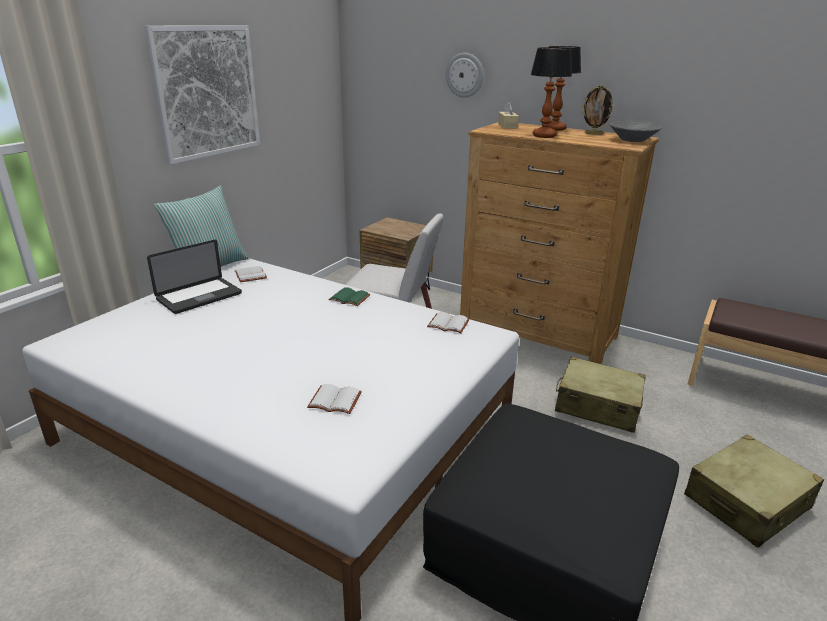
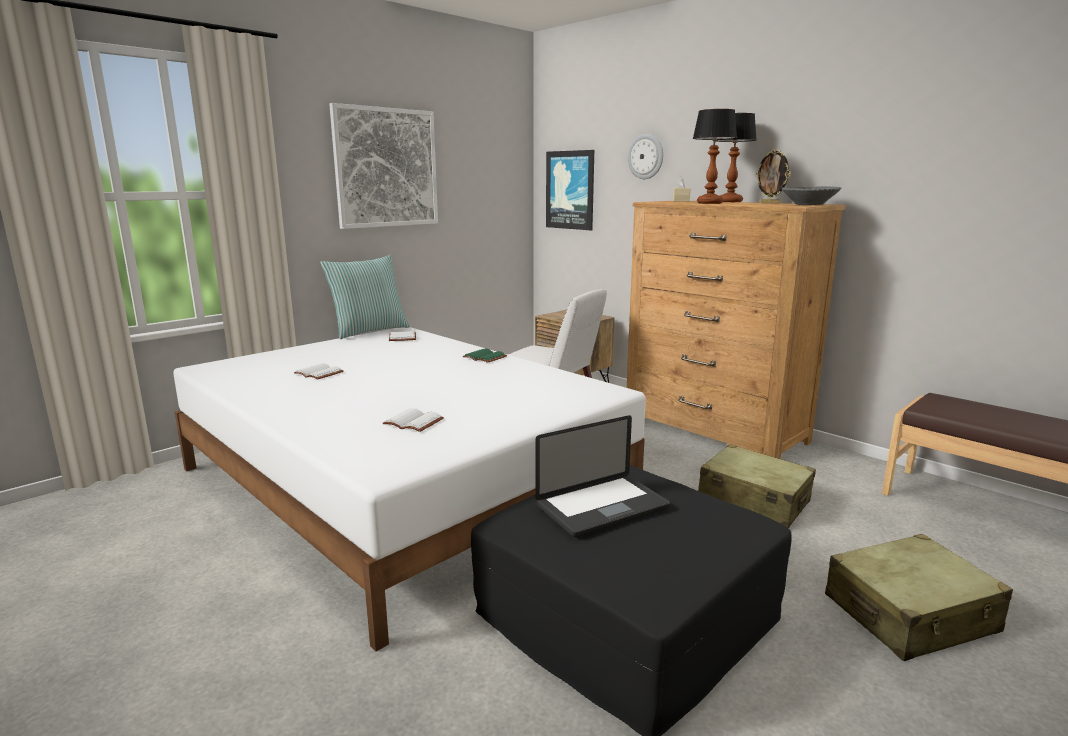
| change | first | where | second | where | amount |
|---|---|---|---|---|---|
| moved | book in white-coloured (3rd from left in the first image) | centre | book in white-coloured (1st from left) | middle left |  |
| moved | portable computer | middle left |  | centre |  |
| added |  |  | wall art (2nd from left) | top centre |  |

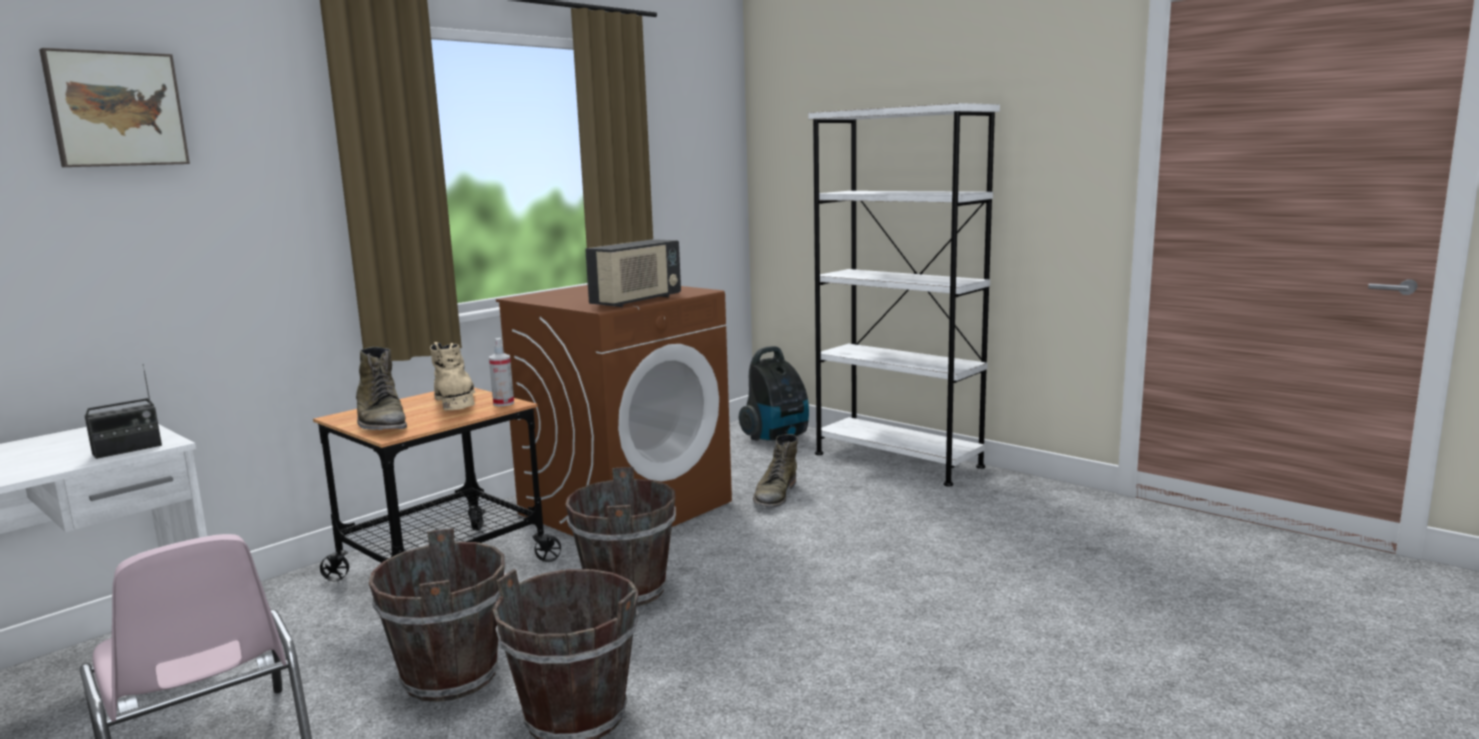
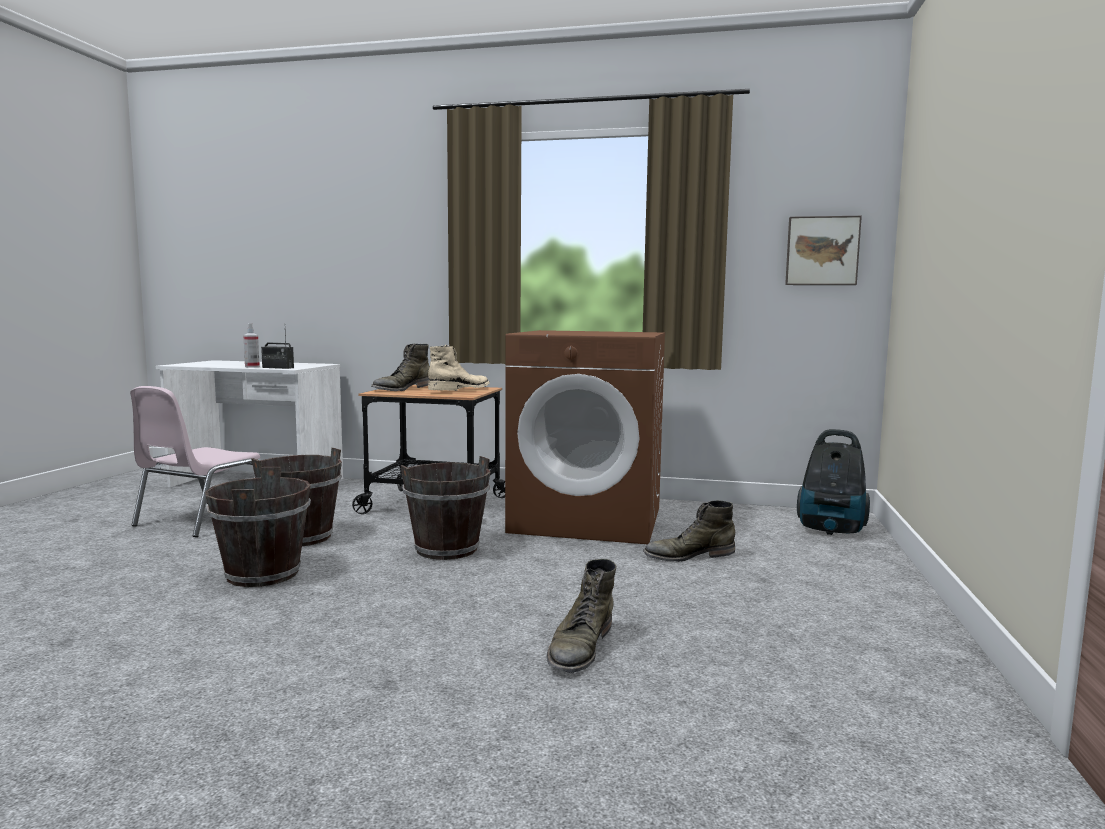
| change | first | where | second | where | amount |
|---|---|---|---|---|---|
| moved | hand sprayer | centre |  | middle left |  |
| added |  |  | tall boot in green (2nd from left) | bottom centre |  |
| moved | wall art | top left |  | top right |  |
| removed | radio receiver (2nd from left) | centre |  |  |  |
| removed | bookcase in white-coloured | centre |  |  |  |

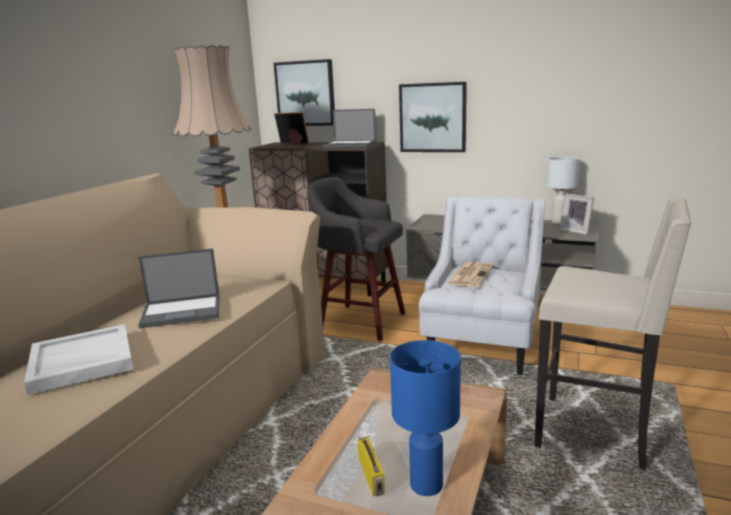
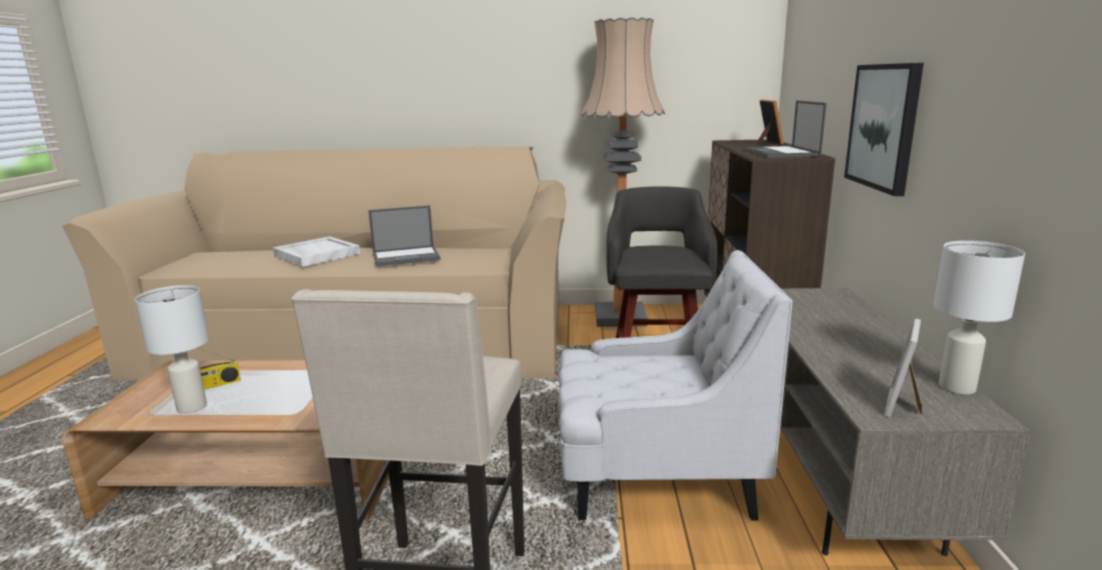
| change | first | where | second | where | amount |
|---|---|---|---|---|---|
| recoloured | table lamp in bluish | bottom centre | table lamp in white-coloured (1st from left) | middle left |  |
| turned | portable computer (1st from left) | middle left |  | centre | 75 degrees counterclockwise |
| removed | wall art (1st from left) | top centre |  |  |  |
| removed | newspaper | centre |  |  |  |

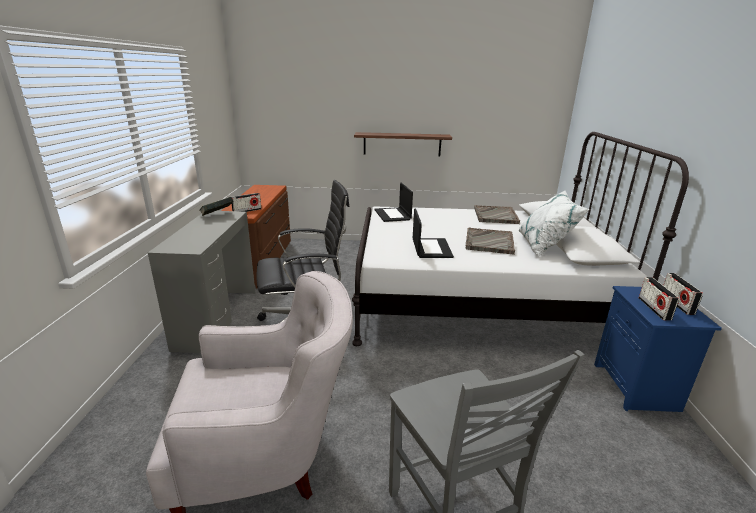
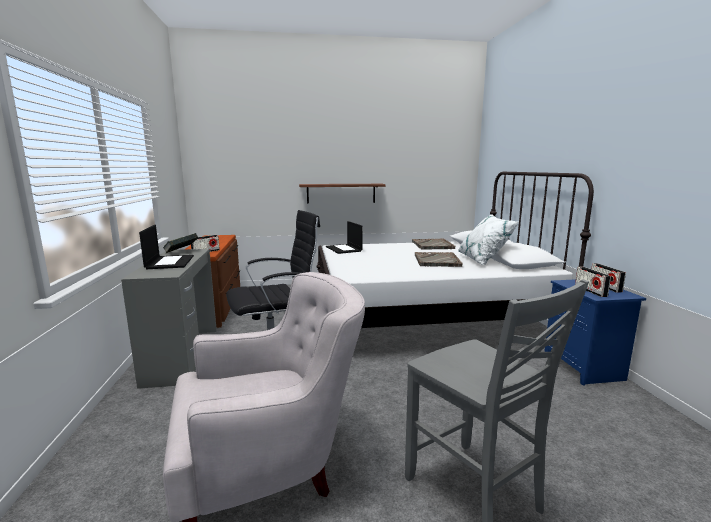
| change | first | where | second | where | amount |
|---|---|---|---|---|---|
| moved | portable computer (2nd from left in the first image) | centre | portable computer (1st from left) | middle left |  |

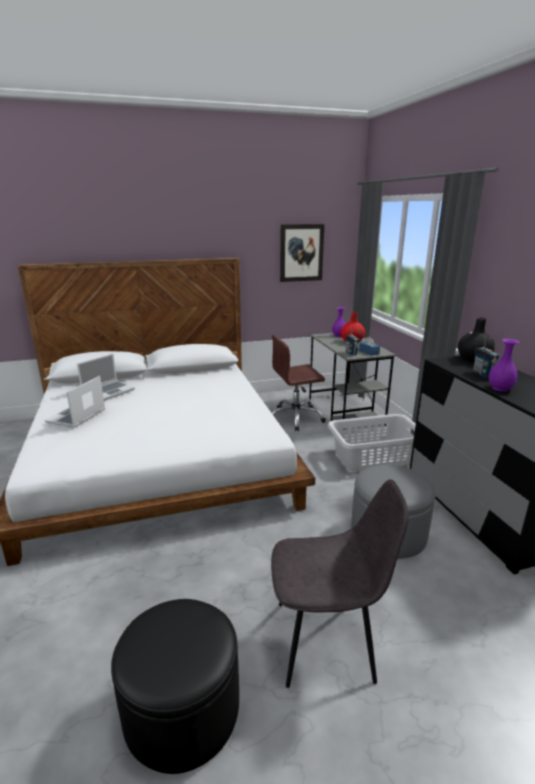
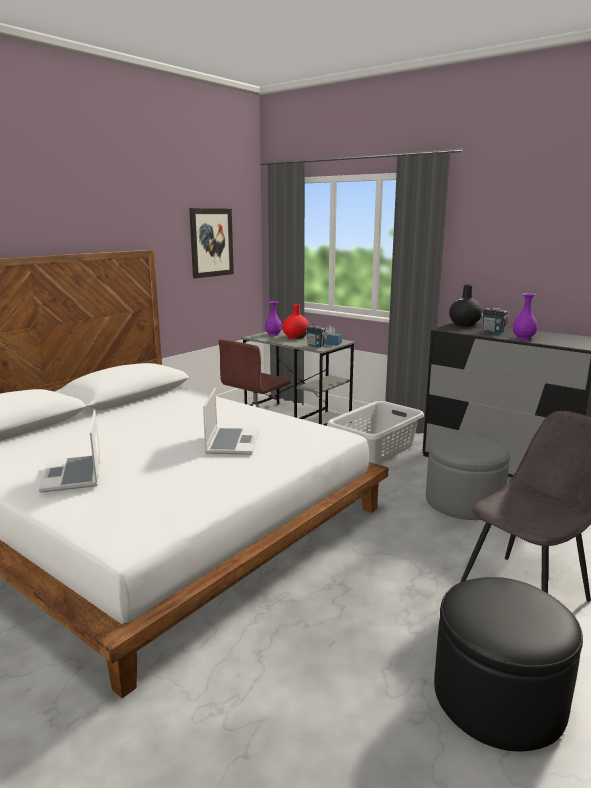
| change | first | where | second | where | amount |
|---|---|---|---|---|---|
| moved | portable computer (2nd from left) | middle left |  | centre |  |

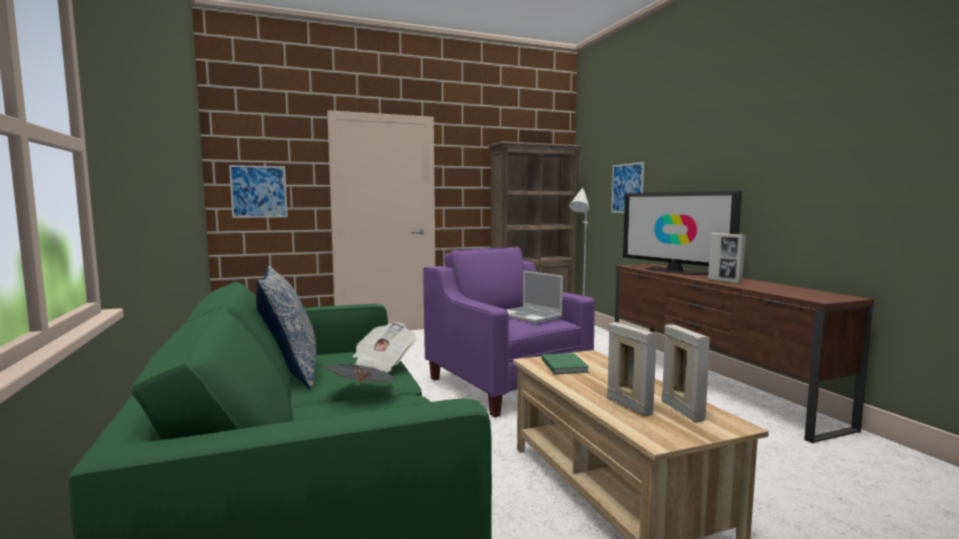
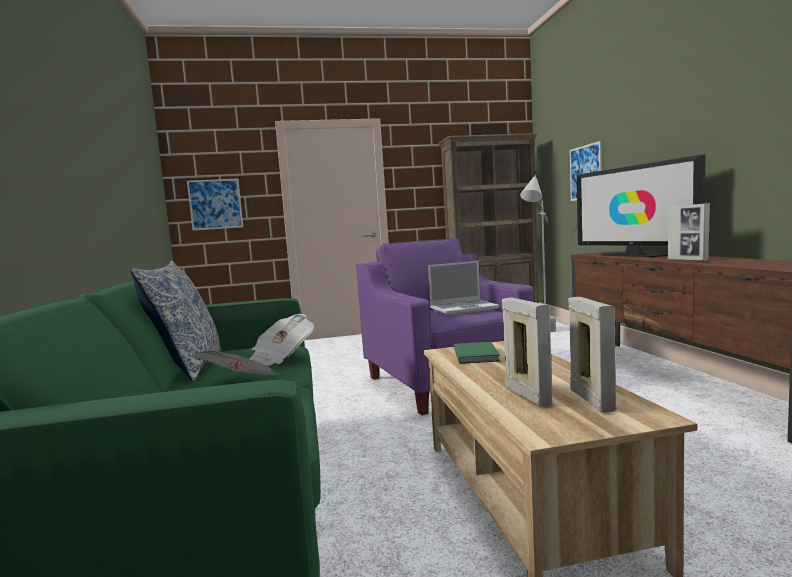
| change | first | where | second | where | amount |
|---|---|---|---|---|---|
| turned | portable computer | centre |  | centre | 75 degrees counterclockwise |

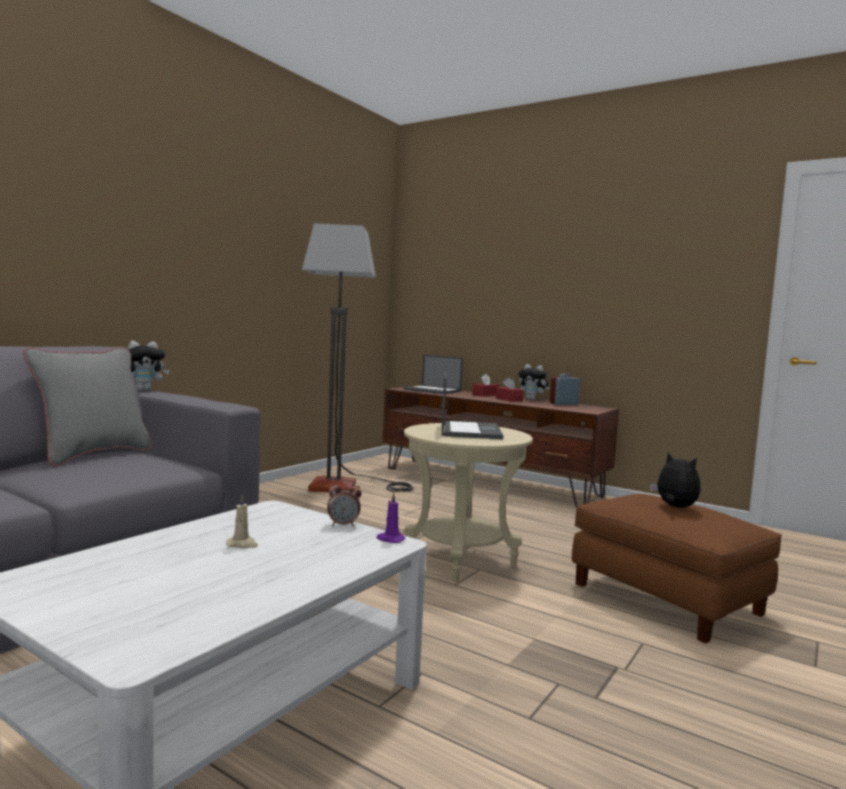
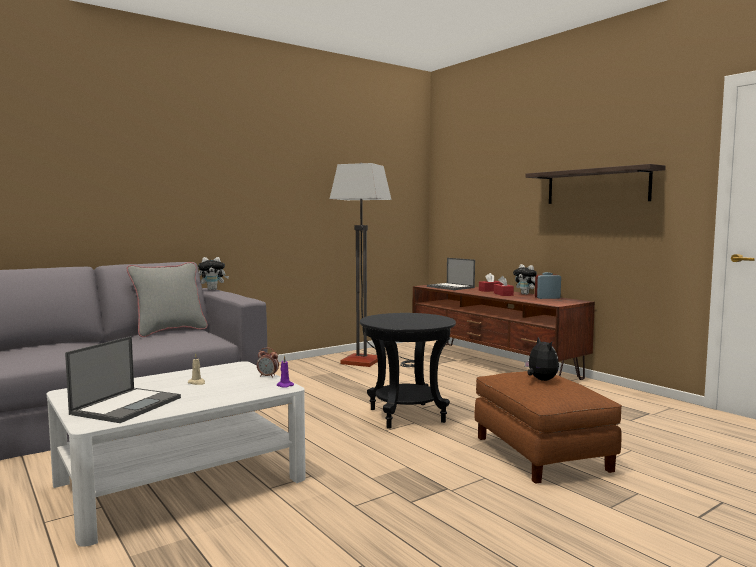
| change | first | where | second | where | amount |
|---|---|---|---|---|---|
| moved | portable computer (2nd from left in the first image) | centre | portable computer (1st from left) | bottom left |  |
| recoloured | accent table in beige-coloured | centre | accent table in black-coloured | centre |  |
| added |  |  | wall shelf | top right |  |

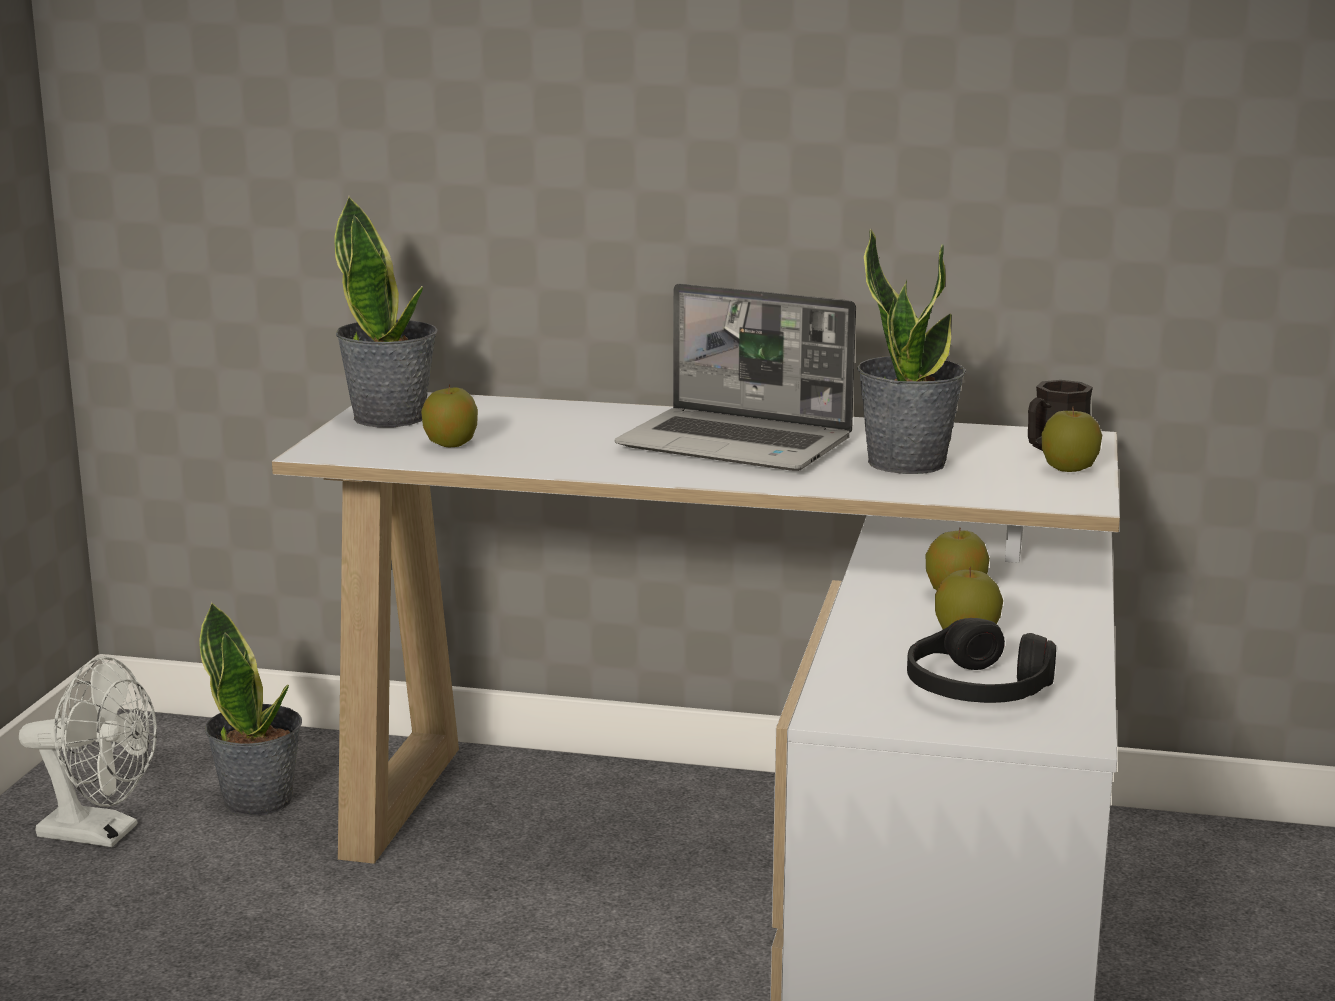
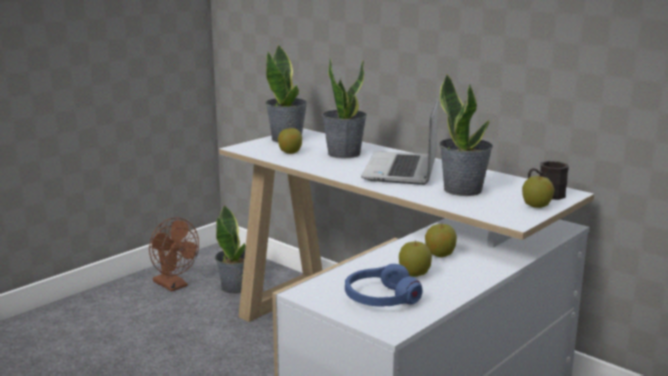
| change | first | where | second | where | amount |
|---|---|---|---|---|---|
| recoloured | electric fan in white-coloured | bottom left | electric fan in brown-coloured | bottom left |  |
| added |  |  | plant in a pot (3rd from left) | top centre |  |
| recoloured | headset in black-coloured | middle right | headset in bluish | bottom centre |  |
| turned | portable computer | centre |  | centre | 45 degrees clockwise |

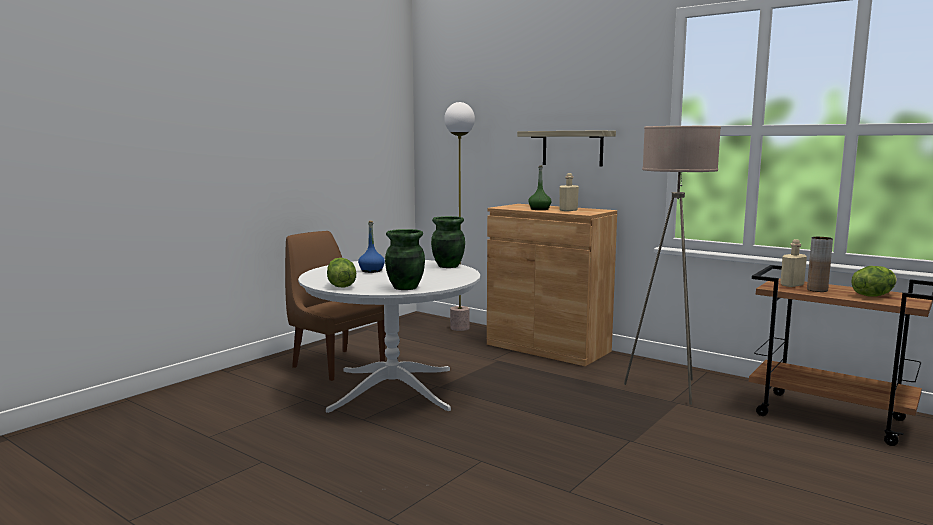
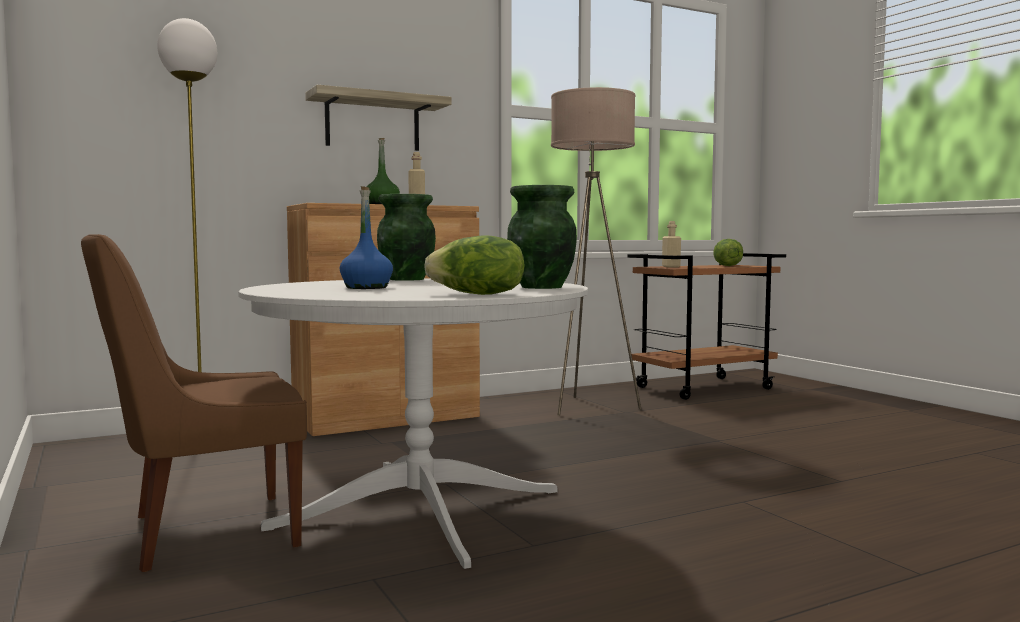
| change | first | where | second | where | amount |
|---|---|---|---|---|---|
| removed | flower vase in brown-coloured | middle right |  |  |  |

